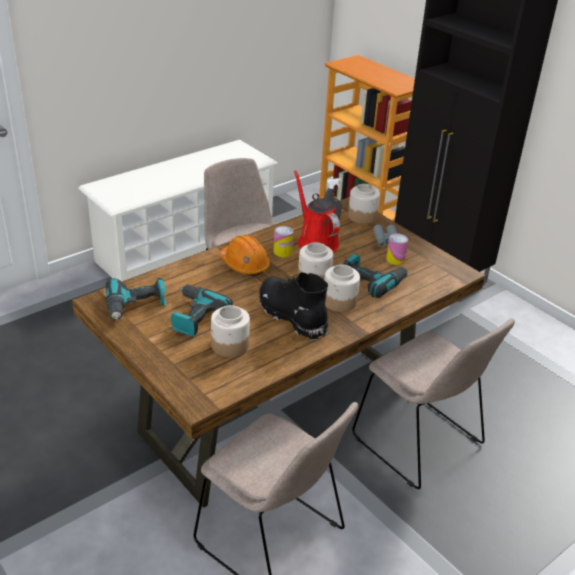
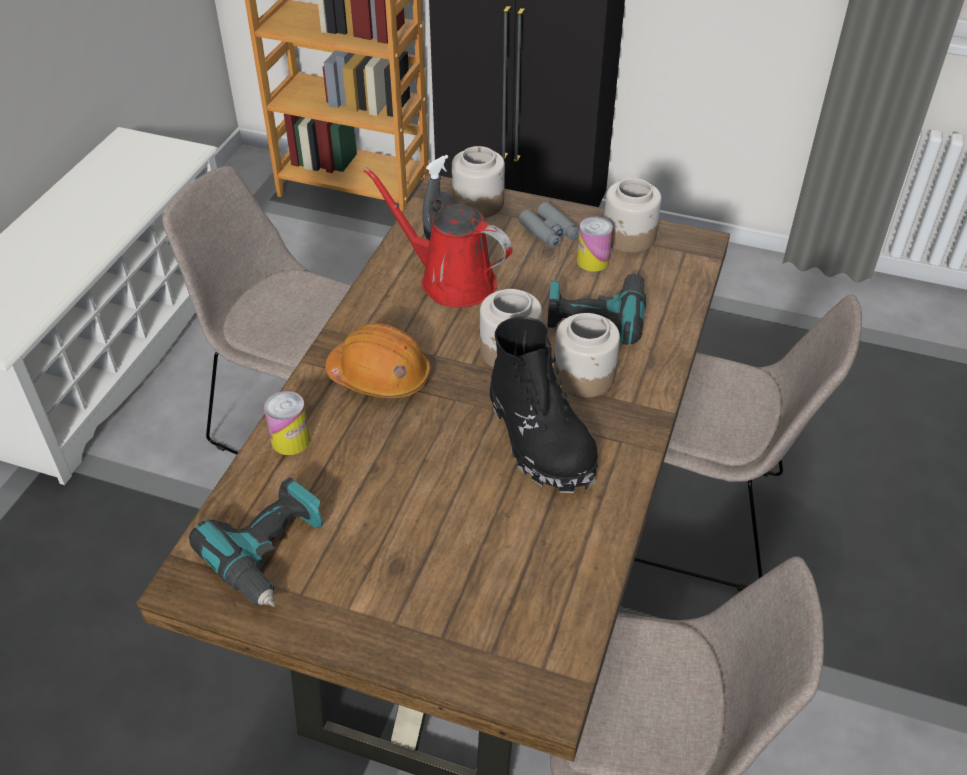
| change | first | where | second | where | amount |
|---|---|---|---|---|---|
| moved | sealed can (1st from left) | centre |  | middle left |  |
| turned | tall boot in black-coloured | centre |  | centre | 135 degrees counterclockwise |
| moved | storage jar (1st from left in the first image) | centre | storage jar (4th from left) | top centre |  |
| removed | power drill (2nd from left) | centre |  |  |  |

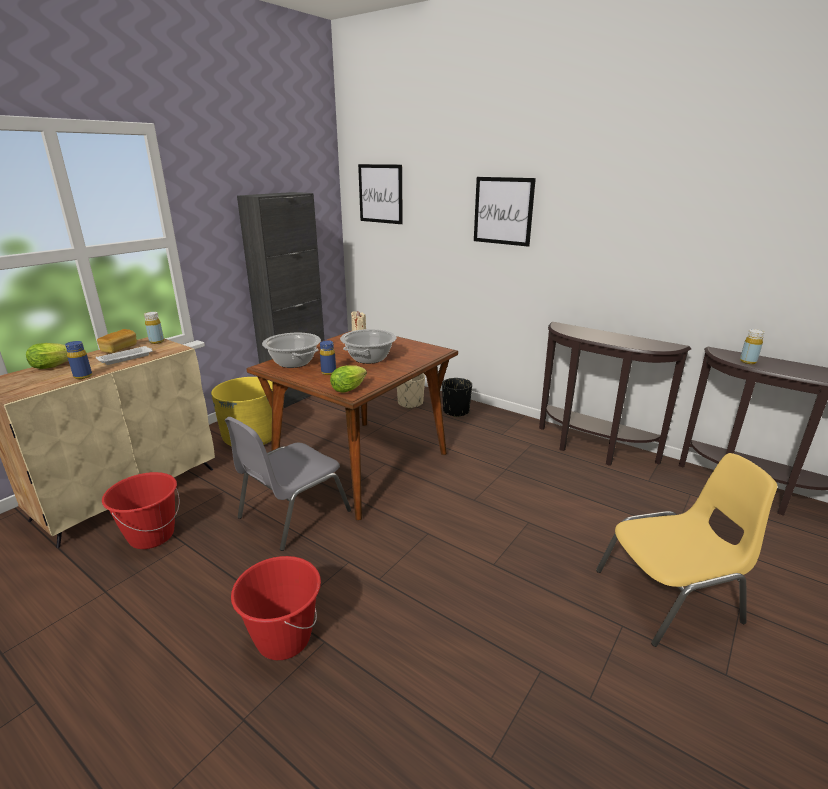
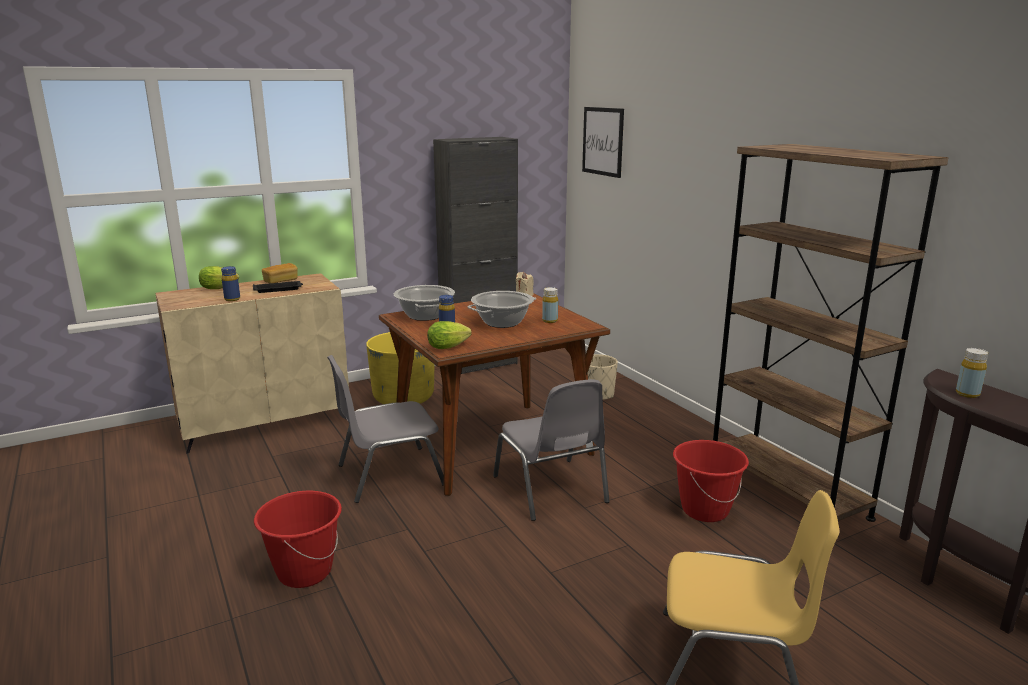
| change | first | where | second | where | amount |
|---|---|---|---|---|---|
| recoloured | tray in white-coloured | middle left | tray in black-coloured | middle left |  |
| added |  |  | chair in gray (2nd from left) | centre |  |
| moved | drink bottle in yellow-coloured (1st from left) | middle left |  | centre |  |
| moved | bucket in reddish (1st from left in the first image) | middle left | bucket in reddish (2nd from left) | bottom right |  |
| replaced | narrow table in brown-coloured (1st from left) | middle right | bookcase in brown-coloured | middle right |  |
| removed | plant pot in black-coloured | centre |  |  |  |
| removed | wall art (2nd from left) | top centre |  |  |  |

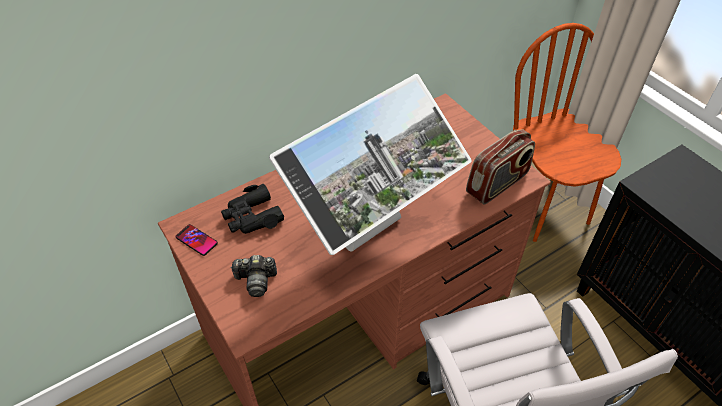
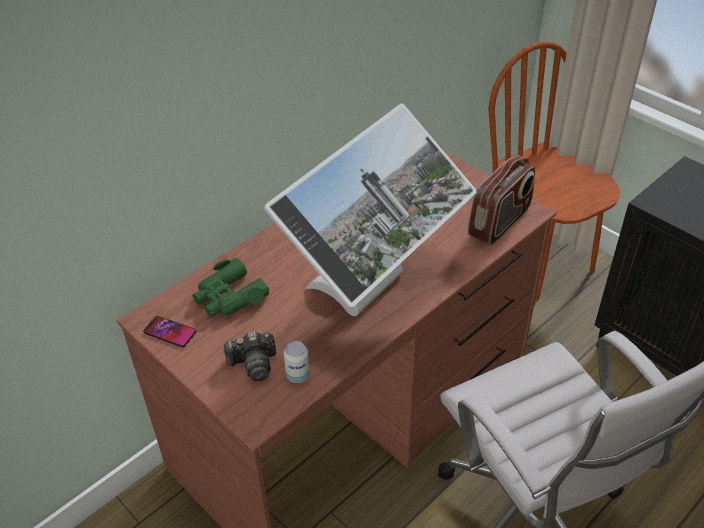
| change | first | where | second | where | amount |
|---|---|---|---|---|---|
| recoloured | pair of binoculars in black-coloured | centre | pair of binoculars in green | middle left |  |
| added |  |  | sealed can | bottom centre |  |

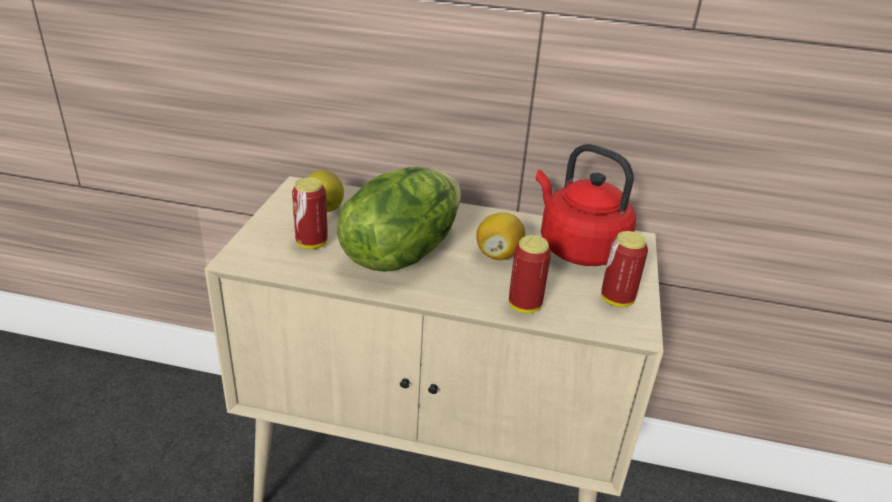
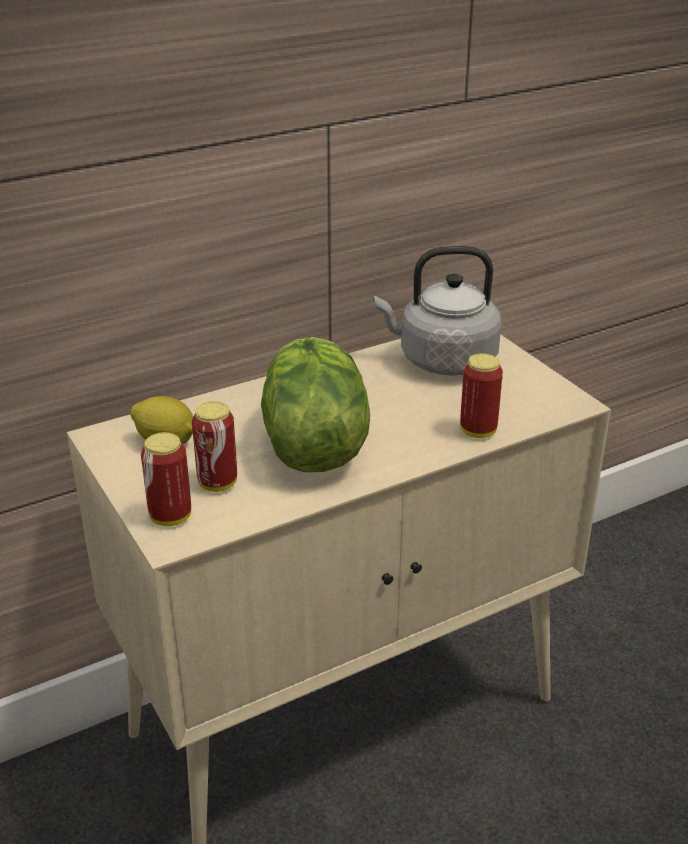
| change | first | where | second | where | amount |
|---|---|---|---|---|---|
| moved | sealed can (3rd from left in the first image) | middle right | sealed can (1st from left) | middle left |  |
| recoloured | water kettle in reddish | centre | water kettle in gray | centre |  |
| removed | lemon (2nd from left) | centre |  |  |  |

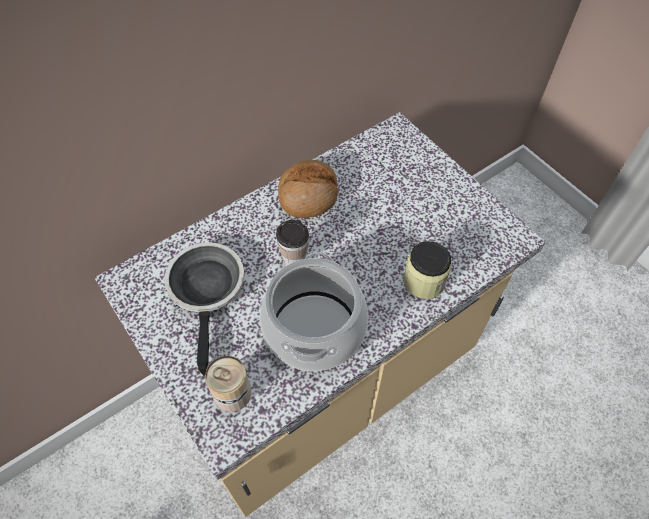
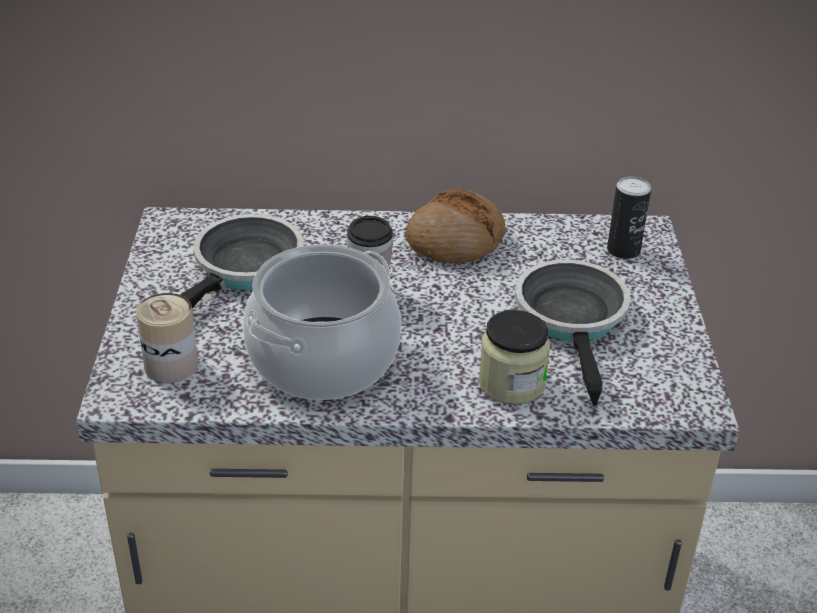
| change | first | where | second | where | amount |
|---|---|---|---|---|---|
| added |  |  | frying pan (2nd from left) | middle right |  |
| added |  |  | sealed can (2nd from left) | middle right |  |

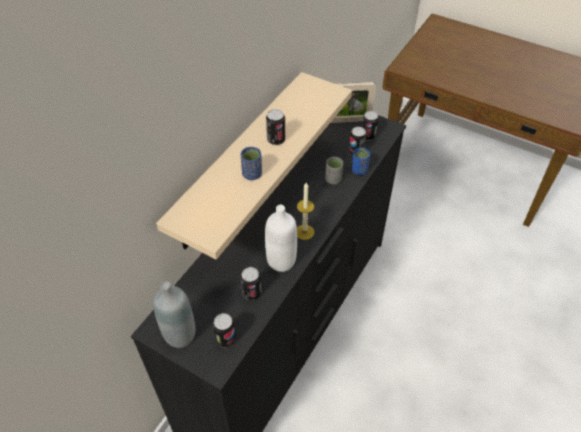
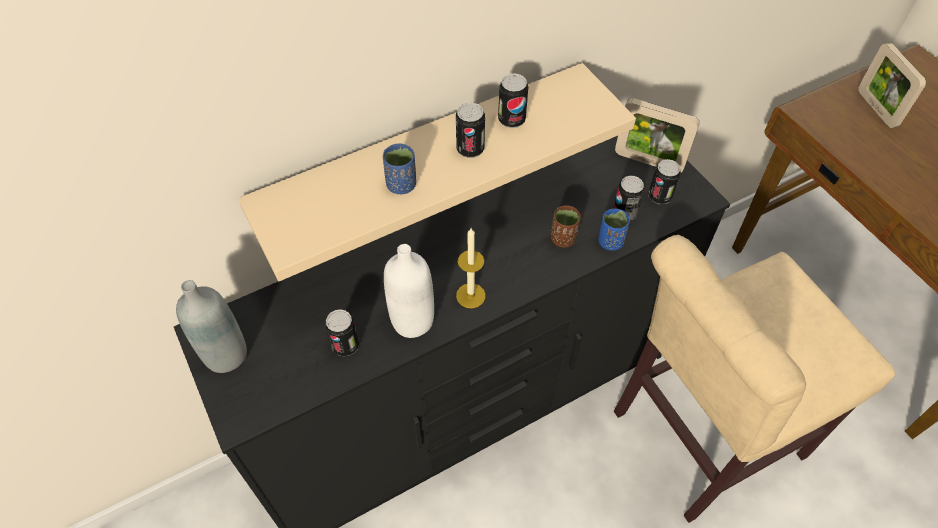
| change | first | where | second | where | amount |
|---|---|---|---|---|---|
| moved | sealed can (1st from left in the first image) | bottom centre | sealed can (3rd from left) | top centre |  |
| recoloured | small cup in gray | centre | small cup in brown-coloured | centre |  |
| added |  |  | chair in beige-coloured | bottom right |  |
| added |  |  | standing frame (2nd from left) | top right |  |

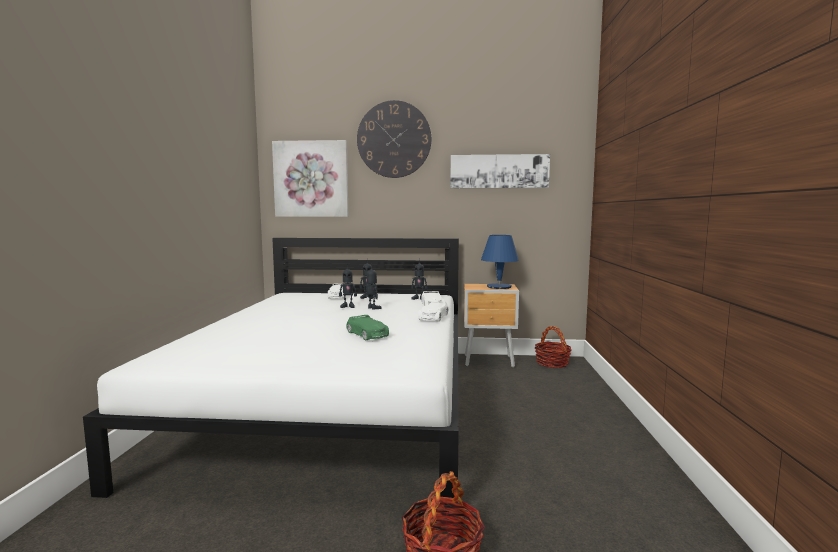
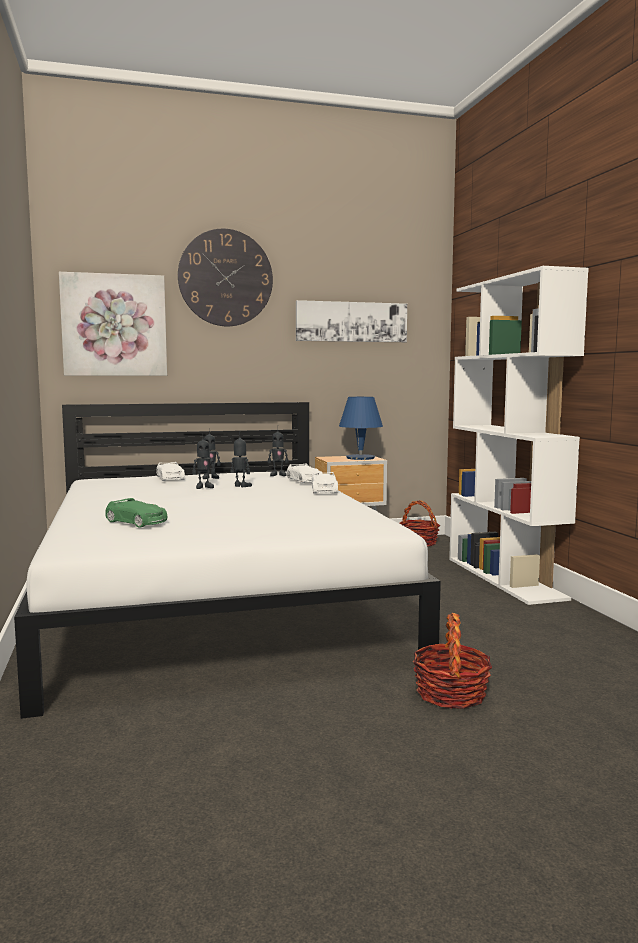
| change | first | where | second | where | amount |
|---|---|---|---|---|---|
| moved | toy car in green | centre |  | middle left |  |
| added |  |  | bookcase in white-coloured | middle right |  |

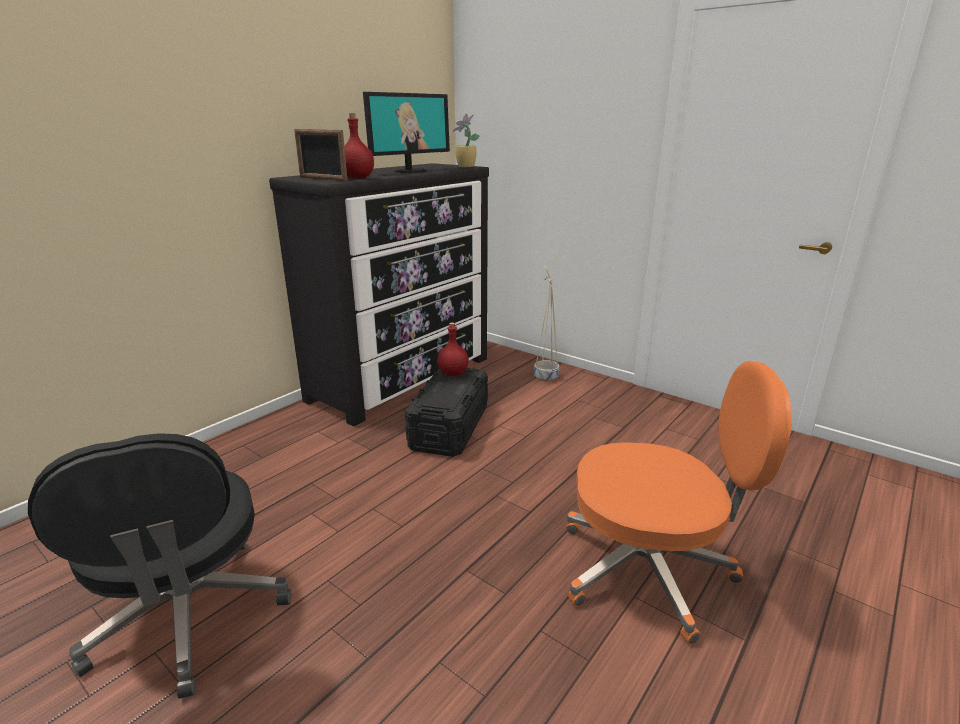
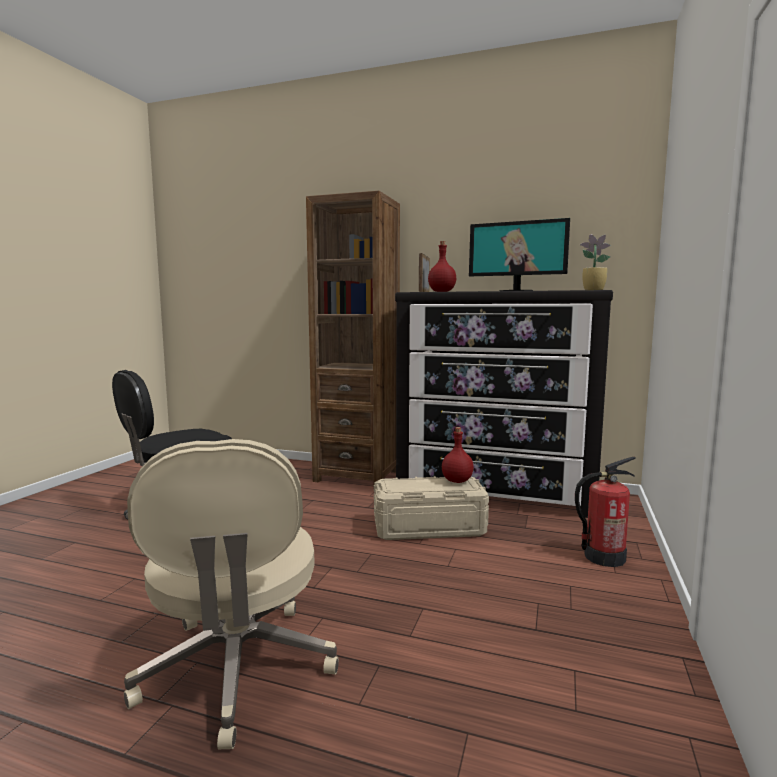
| change | first | where | second | where | amount |
|---|---|---|---|---|---|
| recoloured | office chair in orange | bottom right | office chair in beige-coloured | bottom left |  |
| added |  |  | bookcase in brown-coloured | centre |  |
| recoloured | storage bin in black-coloured | centre | storage bin in beige-coloured | centre |  |
| replaced | plant pot in beige-coloured | centre | extinguisher | middle right |  |

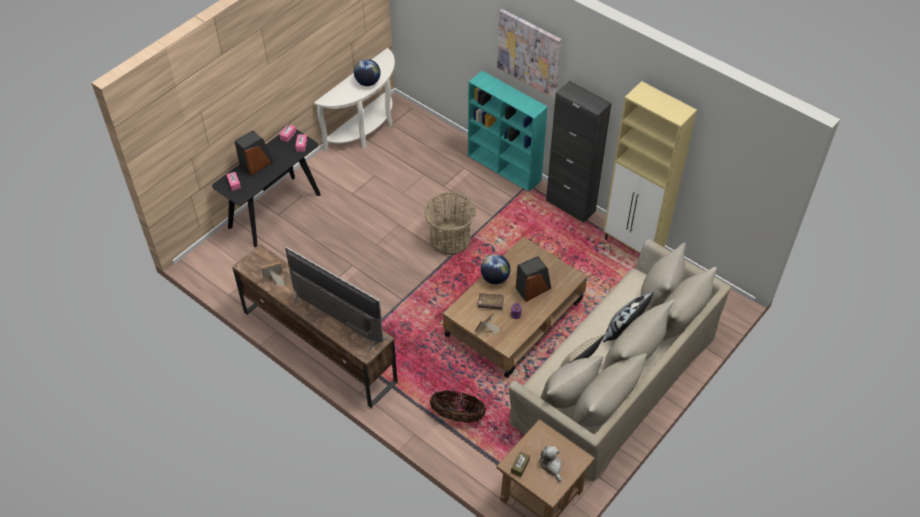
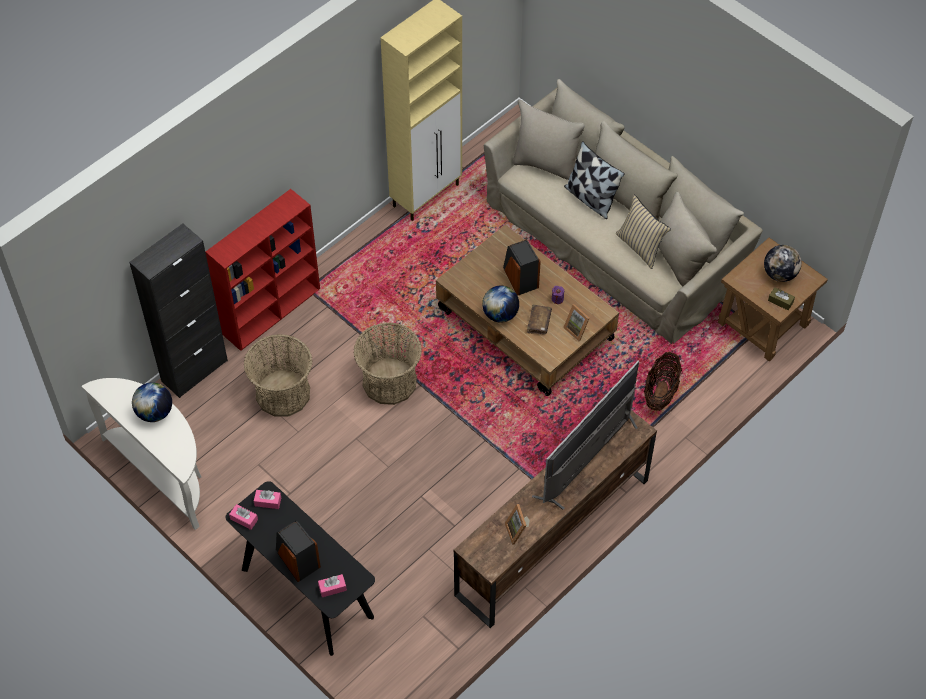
| change | first | where | second | where | amount |
|---|---|---|---|---|---|
| moved | cupboard in black-coloured | top centre |  | middle left |  |
| recoloured | bookcase in turquoise-coloured | top centre | bookcase in reddish | middle left |  |
| added |  |  | storage basket (1st from left) | middle left |  |
| replaced | cuddly toy | bottom centre | desk globe (3rd from left) | middle right |  |
| removed | wall art | top centre |  |  |  |

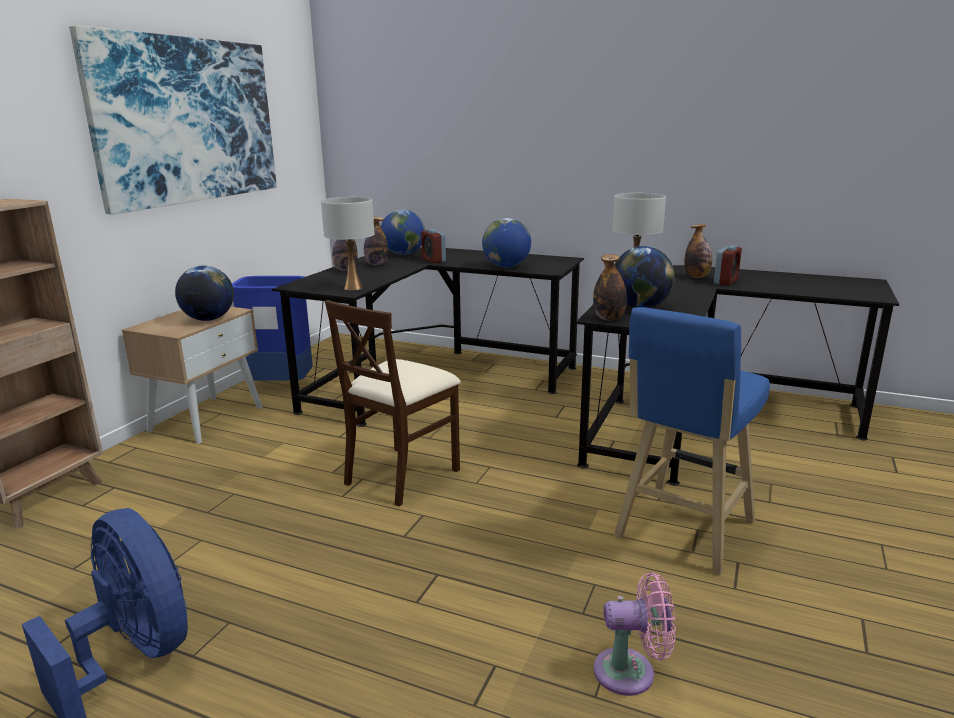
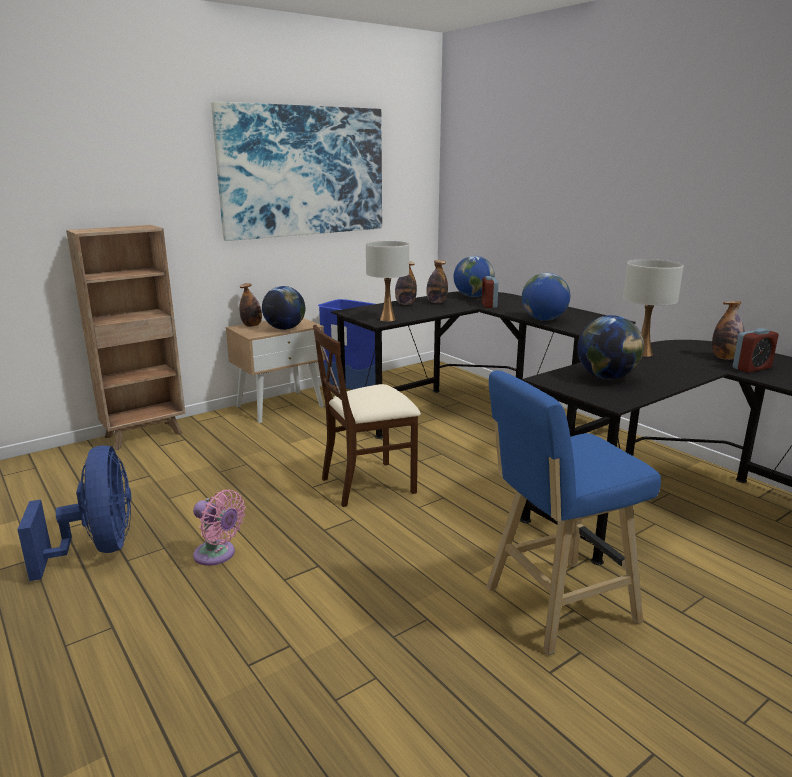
| change | first | where | second | where | amount |
|---|---|---|---|---|---|
| moved | electric fan in pink | bottom centre |  | bottom left |  |
| moved | drink bottle (3rd from left in the first image) | centre | drink bottle (1st from left) | middle left |  |

